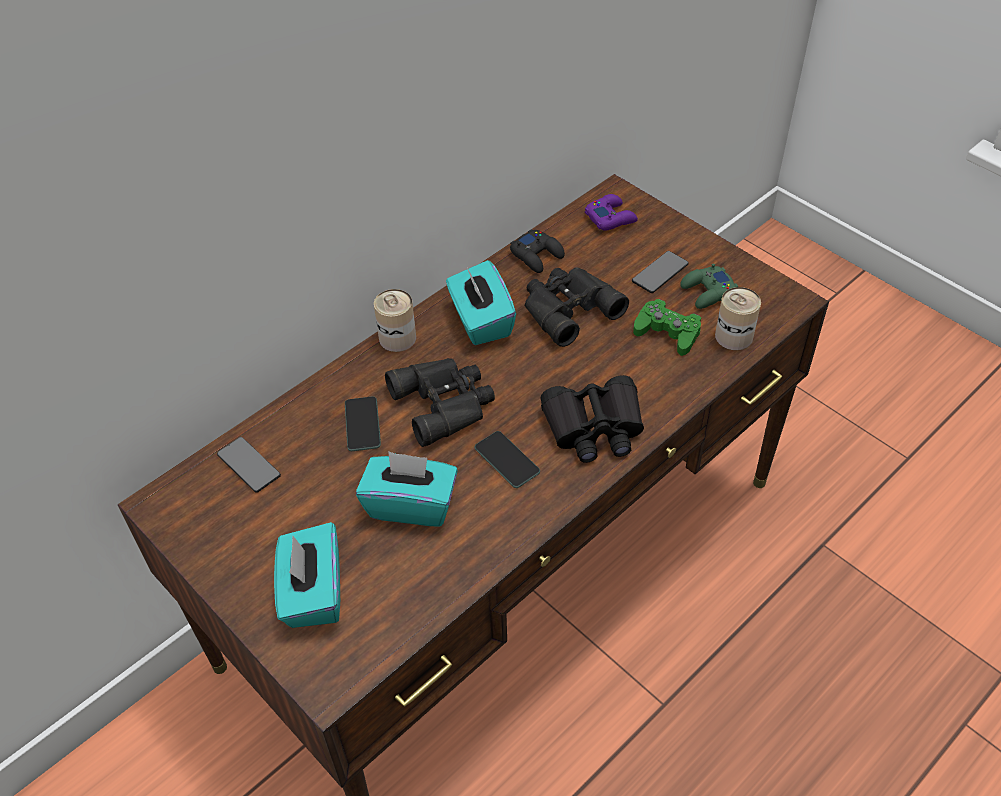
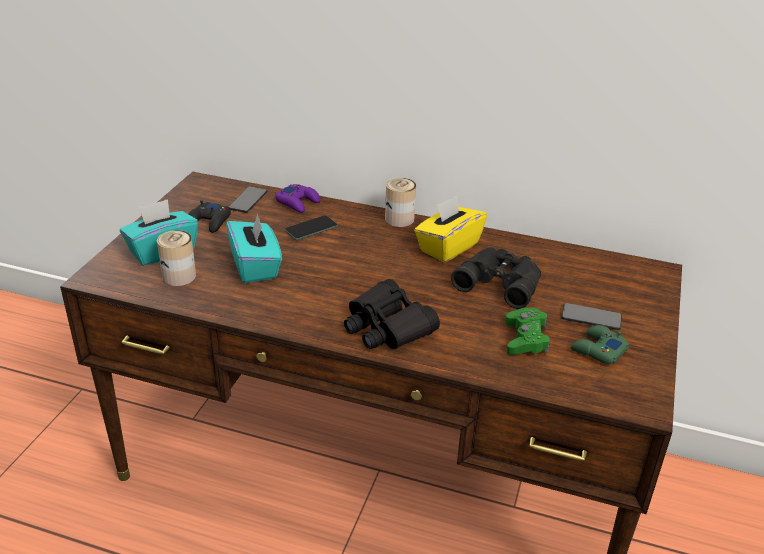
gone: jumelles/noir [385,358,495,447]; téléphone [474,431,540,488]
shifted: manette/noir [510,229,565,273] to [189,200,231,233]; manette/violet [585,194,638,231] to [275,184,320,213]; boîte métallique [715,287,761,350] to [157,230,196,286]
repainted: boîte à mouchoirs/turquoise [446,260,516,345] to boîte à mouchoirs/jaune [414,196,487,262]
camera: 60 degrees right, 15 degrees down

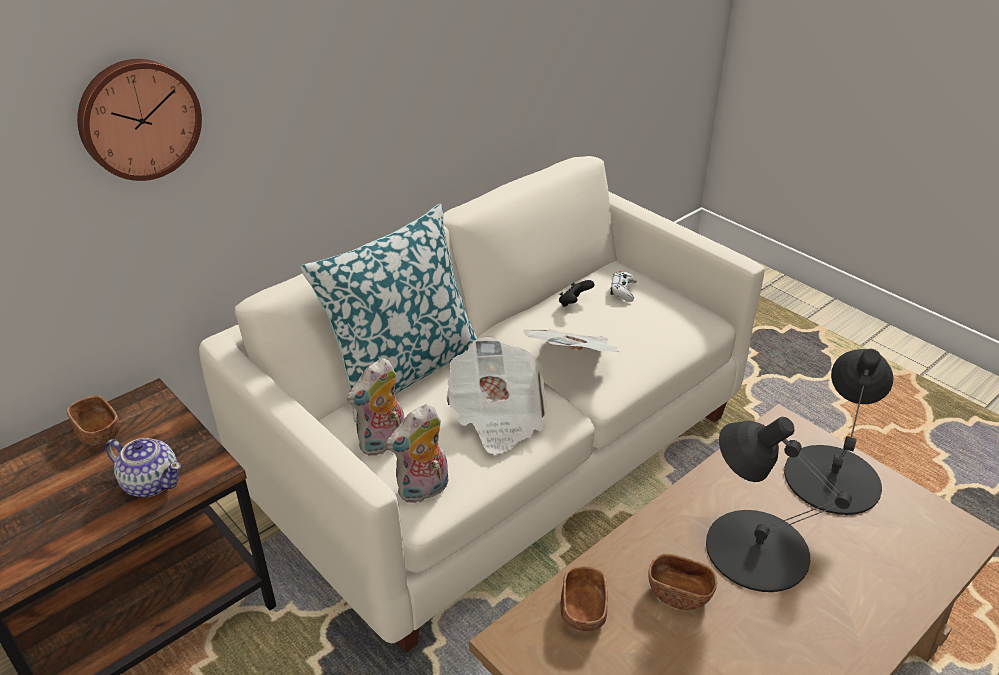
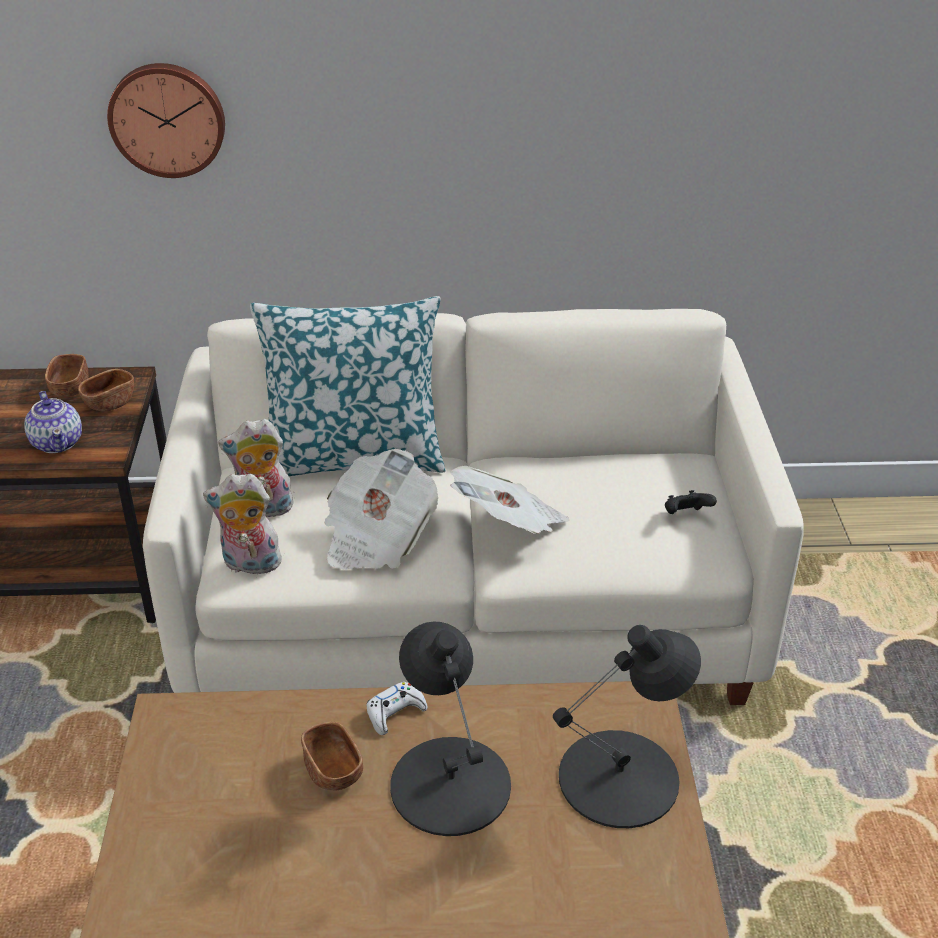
shifted: manette/noir [559,280,595,307] to [665,490,717,514]; bol/marron [561,566,608,631] to [78,369,134,411]; manette/blanc [610,271,637,302] to [367,682,428,735]
camera: 40 degrees right, 0 degrees up

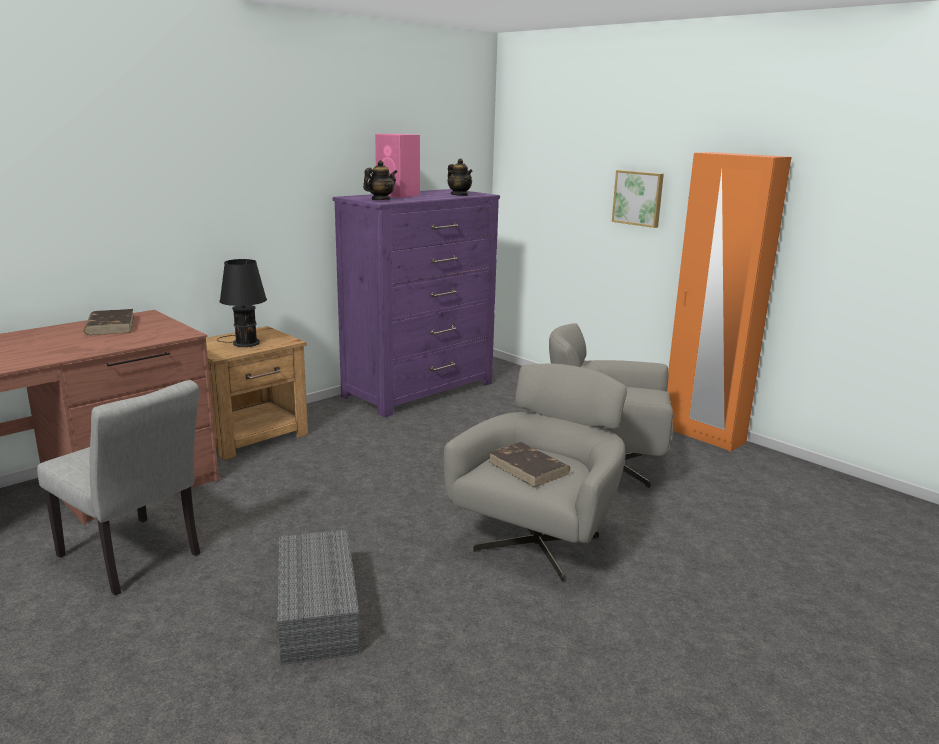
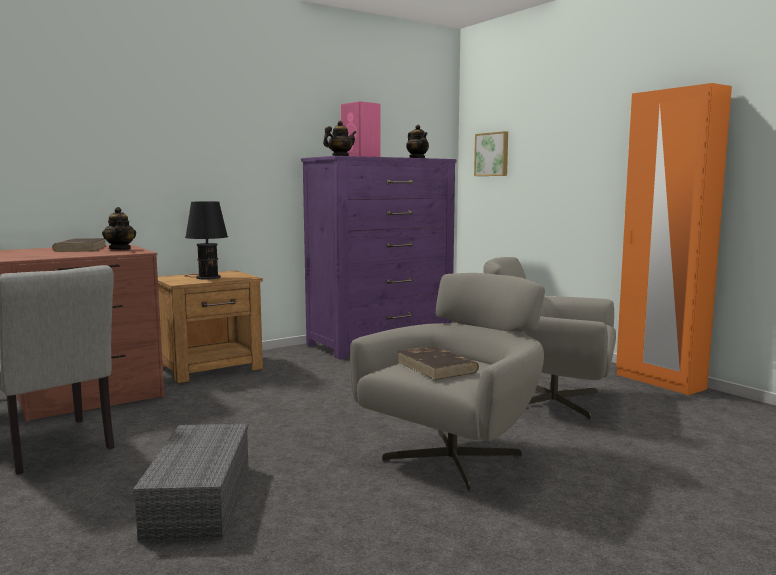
new: théière [102,207,136,250]
shifted: tableau [612,170,664,228] to [474,131,508,176]
camera: 10 degrees right, 10 degrees down

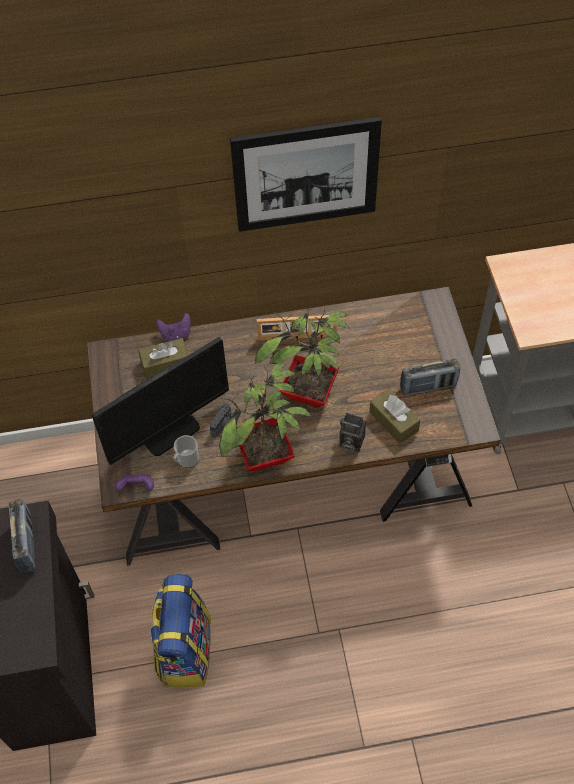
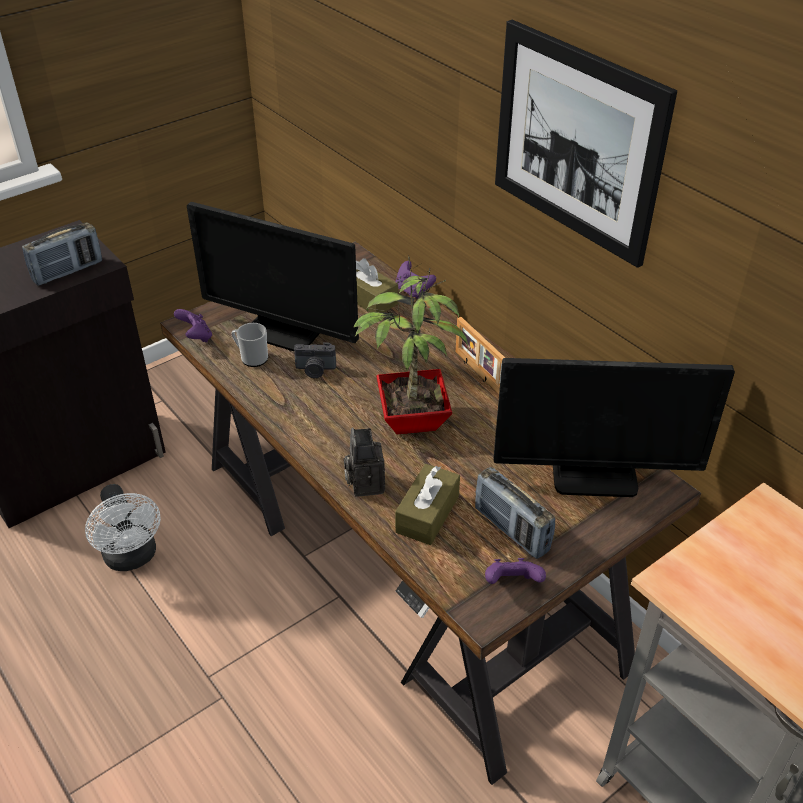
gone: plante en pot [219,362,311,471]
new: manette/violet [485,558,546,584]; écran d'ordinateur [494,358,735,497]
swapped: sac à dos [150,574,211,687] to ventilateur/blanc [85,484,161,571]
camera: 60 degrees right, 15 degrees down

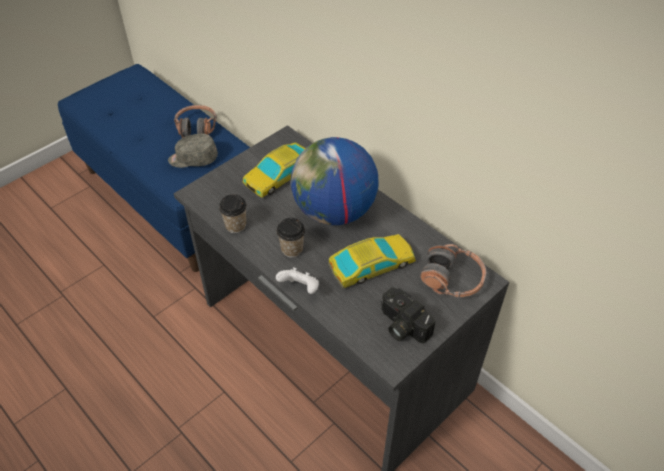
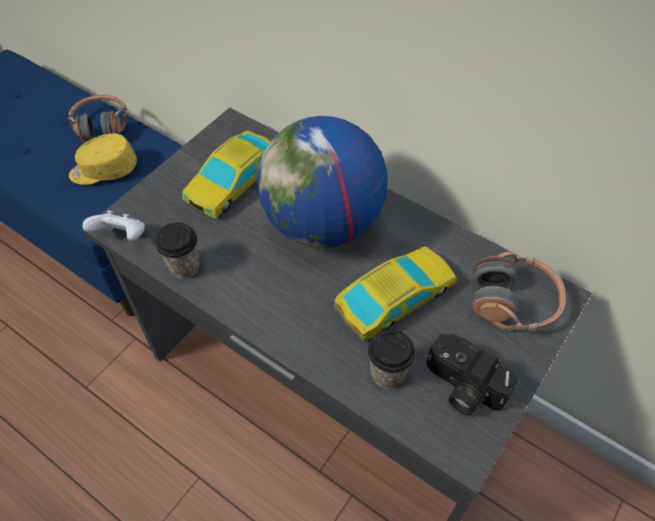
shifted: manette/blanc [276,267,319,294] to [82,211,145,241]; tasse [277,218,305,258] to [368,330,415,389]
repainted: casquette/gris [168,134,218,168] to casquette/jaune [69,133,137,185]
camera: 10 degrees left, 5 degrees up

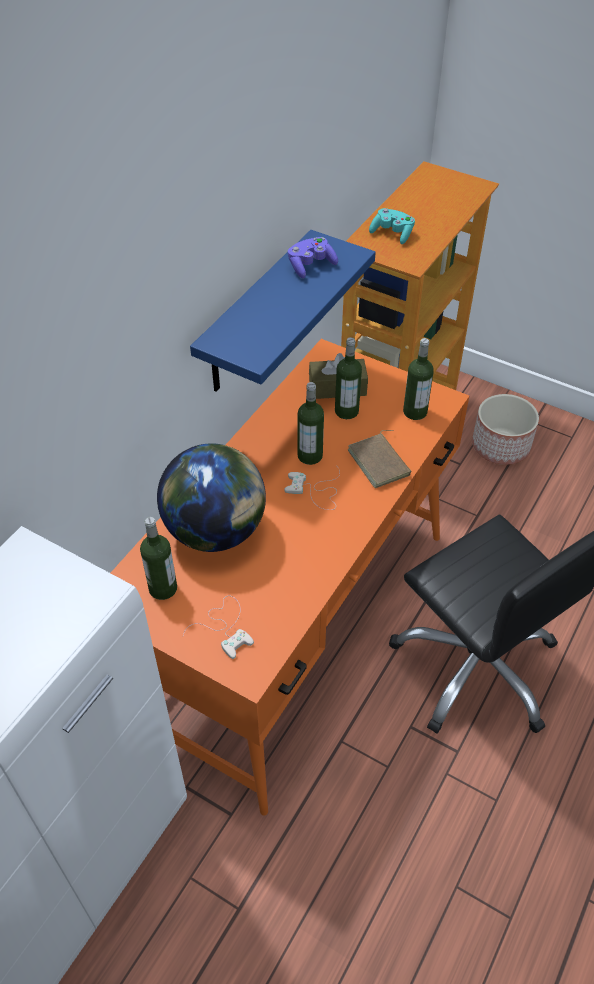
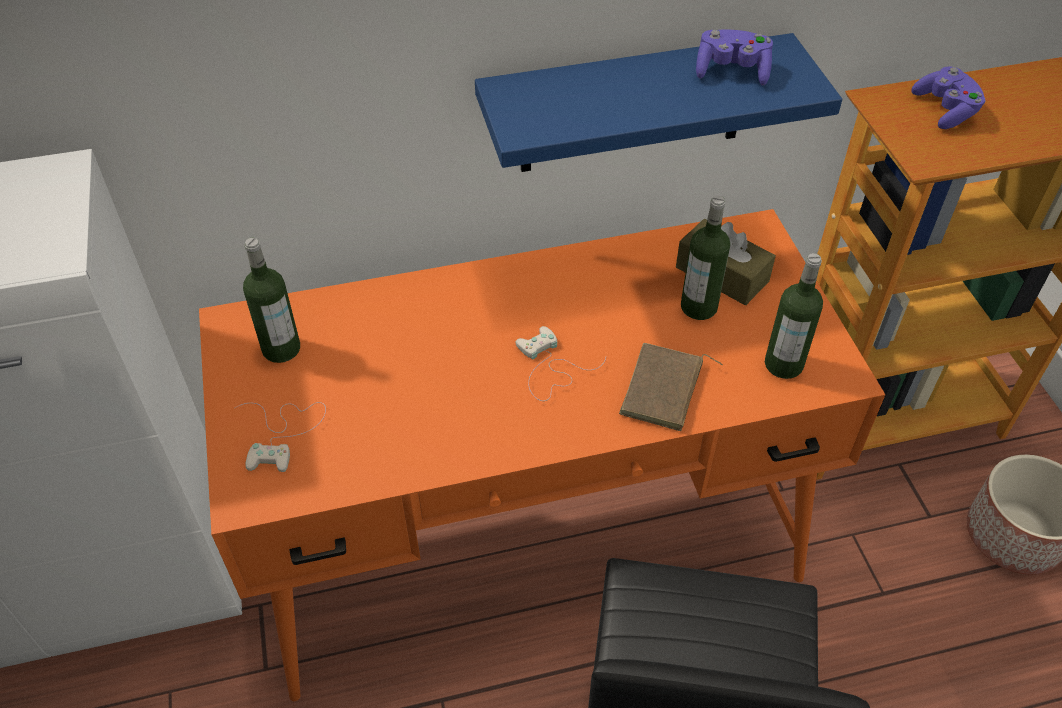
gone: globe [157,443,266,552]; bouteille [298,382,324,465]
repainted: manette/turquoise [369,208,415,244] to manette/violet [912,66,986,129]
camera: 45 degrees right, 0 degrees up

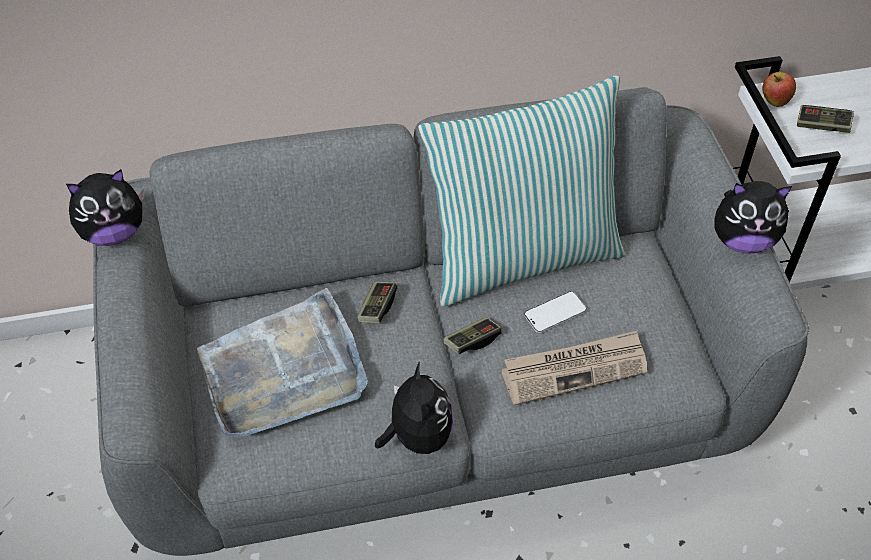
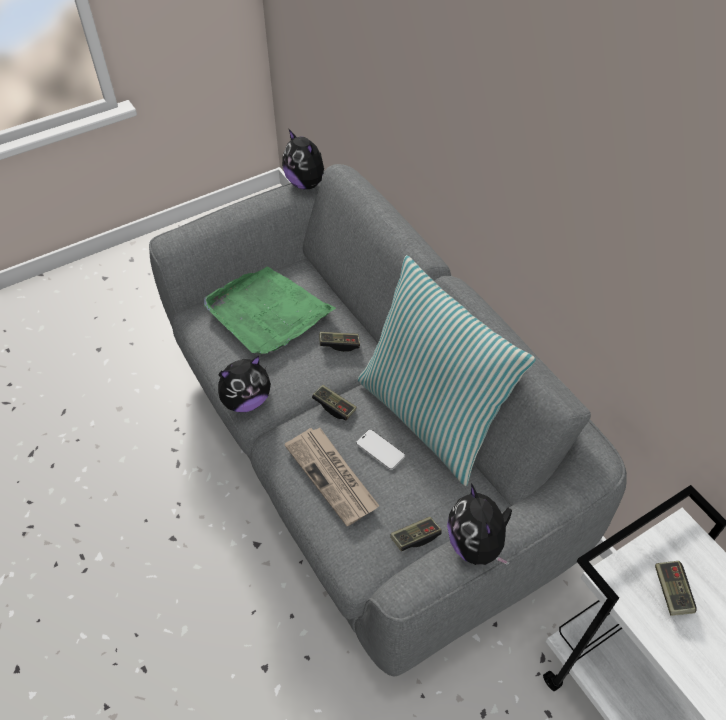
gone: pomme [763,72,796,107]
new: manette [390,517,441,551]
repainted: plateau/gris [197,288,368,437] to plateau/vert [204,267,336,354]
camera: 70 degrees right, 0 degrees up

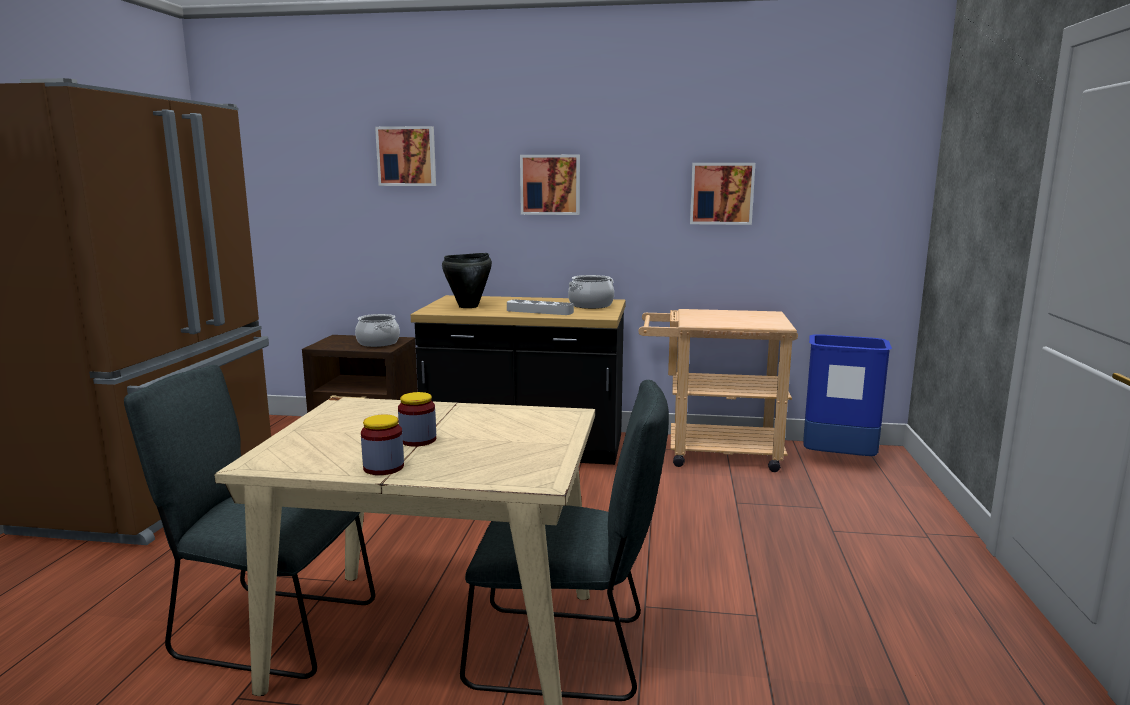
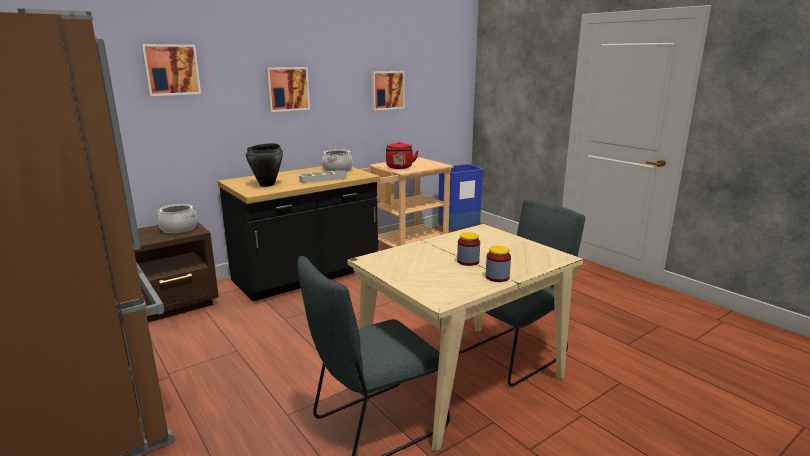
new: bouilloire/rouge [386,141,418,169]
camera: 45 degrees left, 5 degrees up

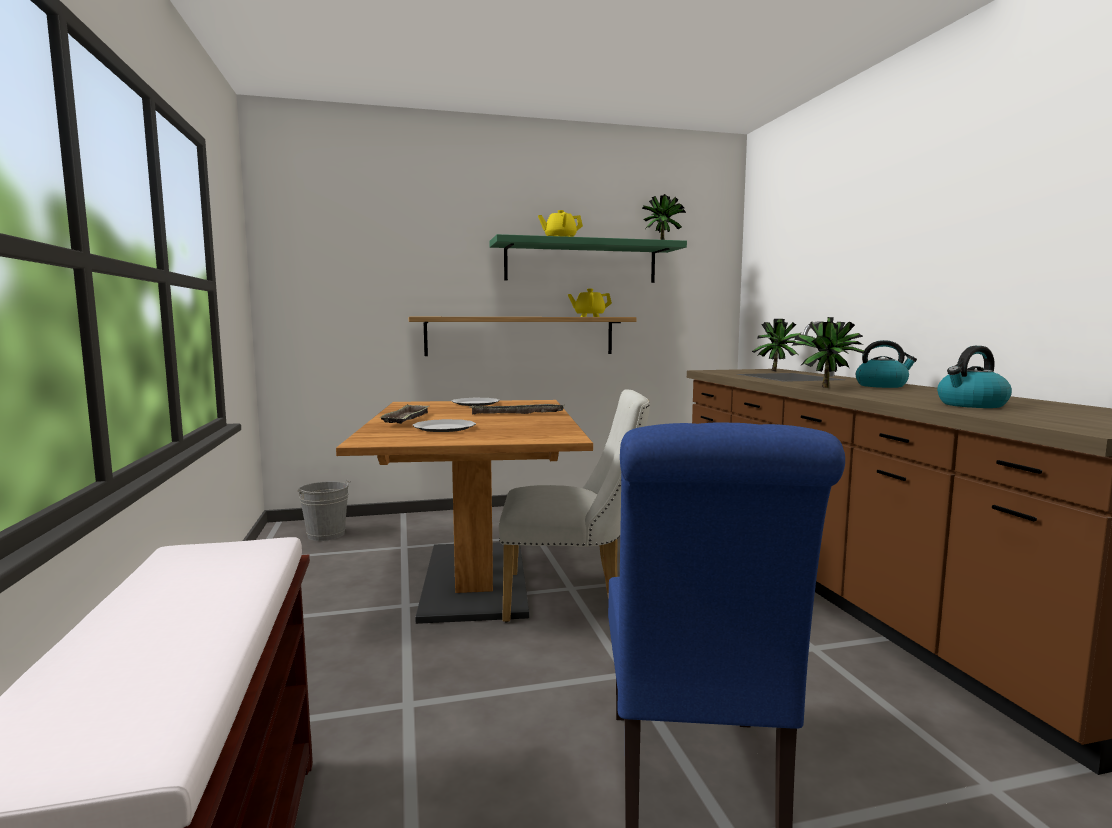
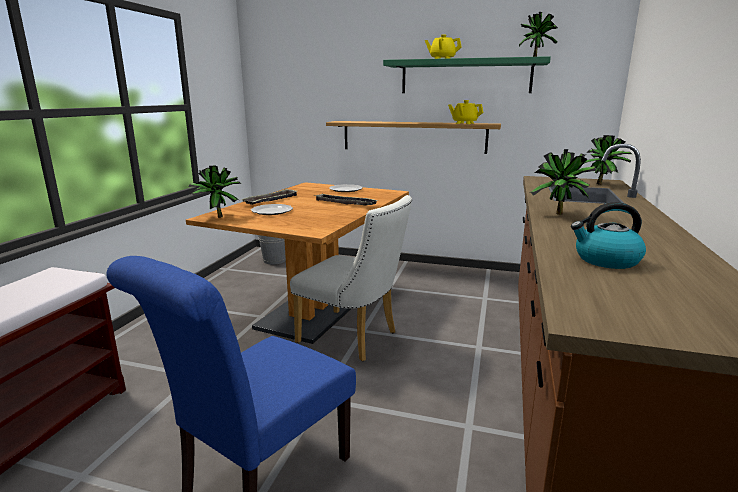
gone: bouilloire [856,340,917,388]
new: plante en pot [188,166,241,218]
camera: 30 degrees right, 10 degrees up

